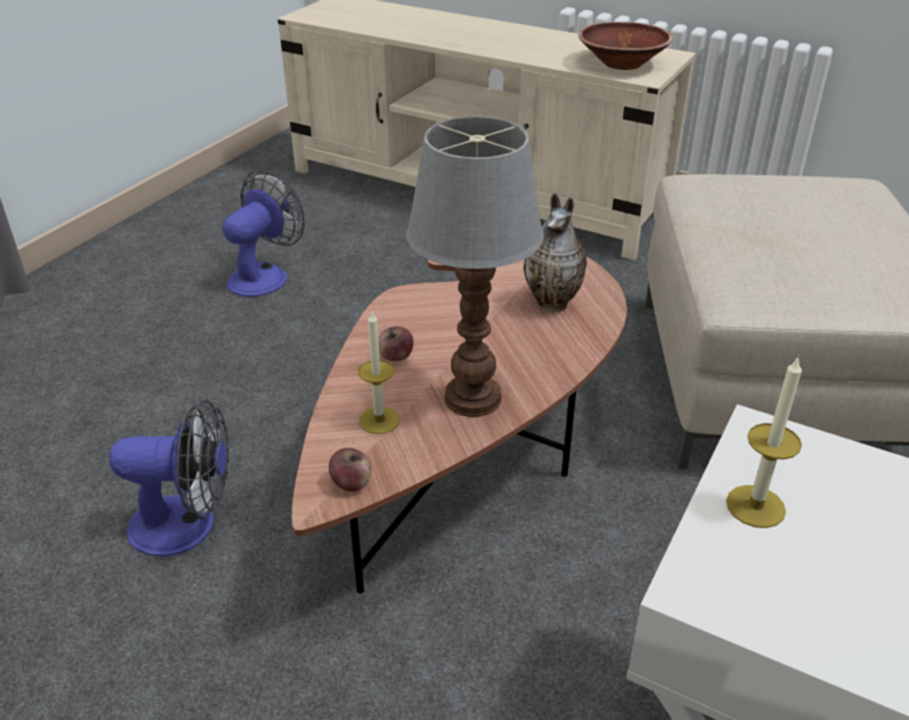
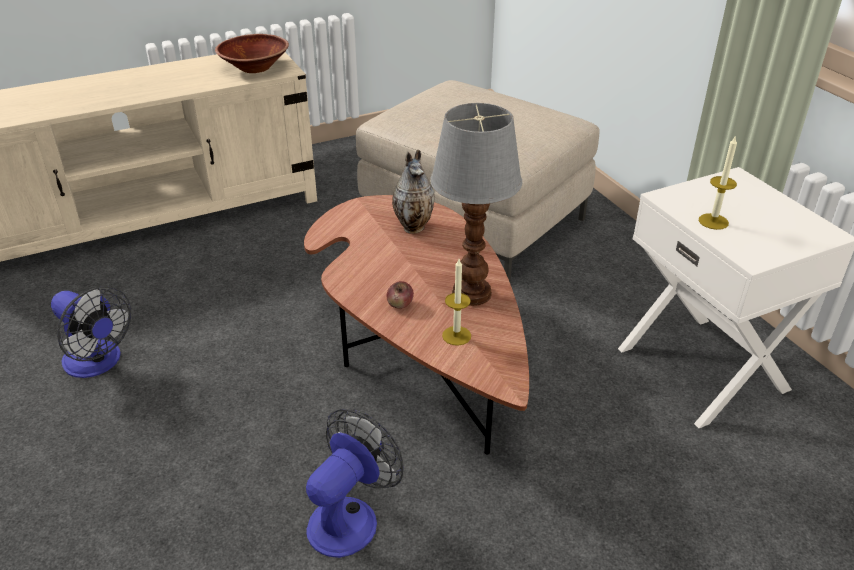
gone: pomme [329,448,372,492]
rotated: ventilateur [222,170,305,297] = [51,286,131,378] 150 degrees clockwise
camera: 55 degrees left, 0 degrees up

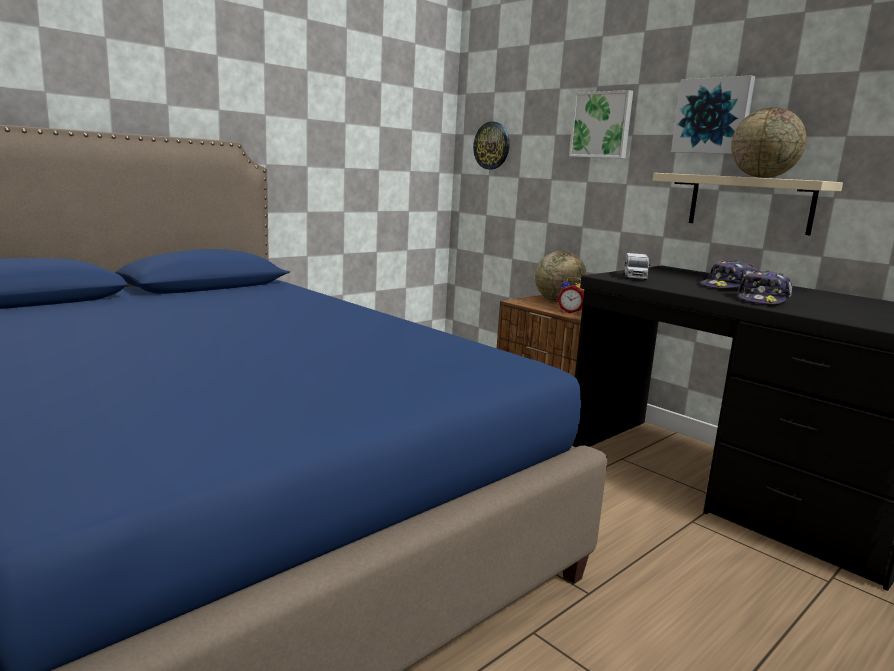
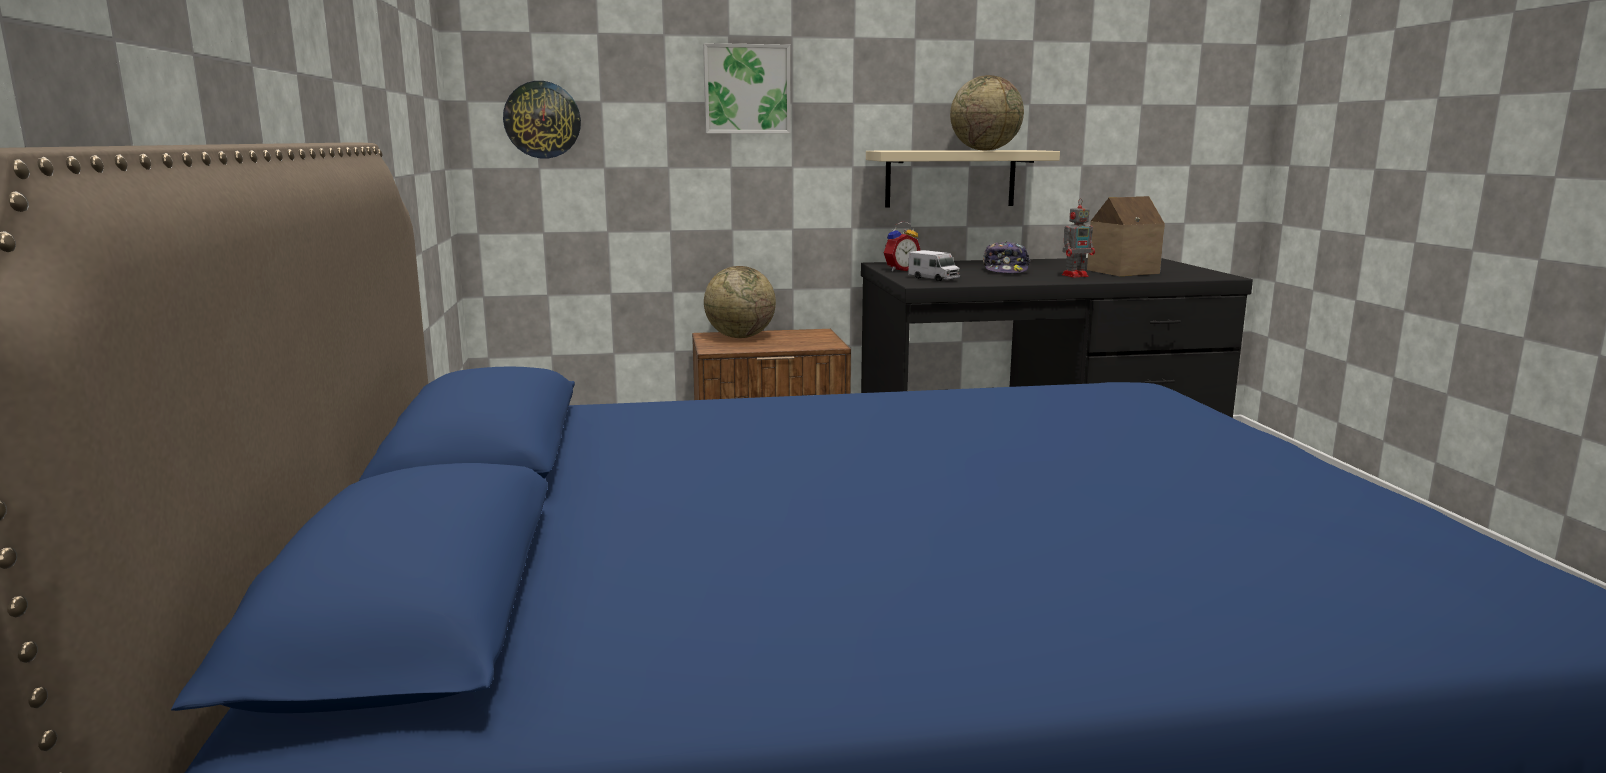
gone: tableau [671,75,755,154]
new: maison miniature [1087,196,1165,276]
shifted: réveil [557,276,584,314] to [884,221,921,271]
swapped: casquette [738,270,792,304] to robot jouet [1062,198,1095,278]
camera: 55 degrees left, 0 degrees up

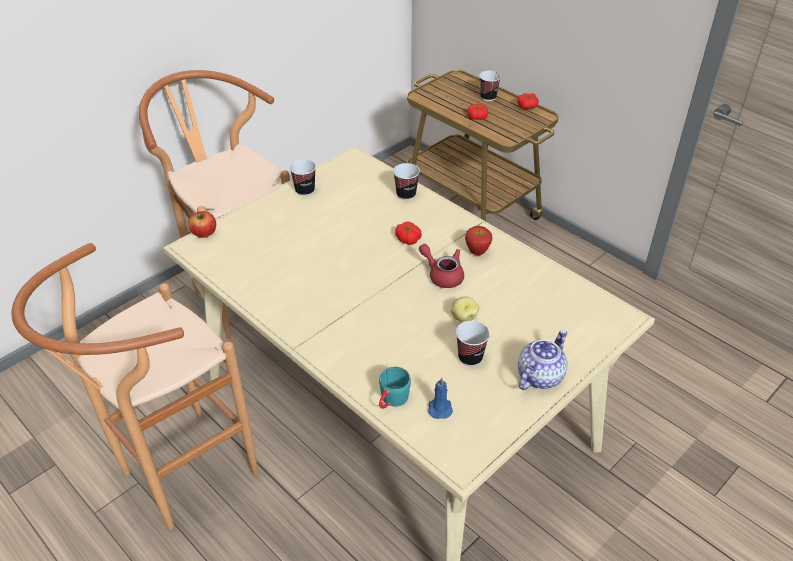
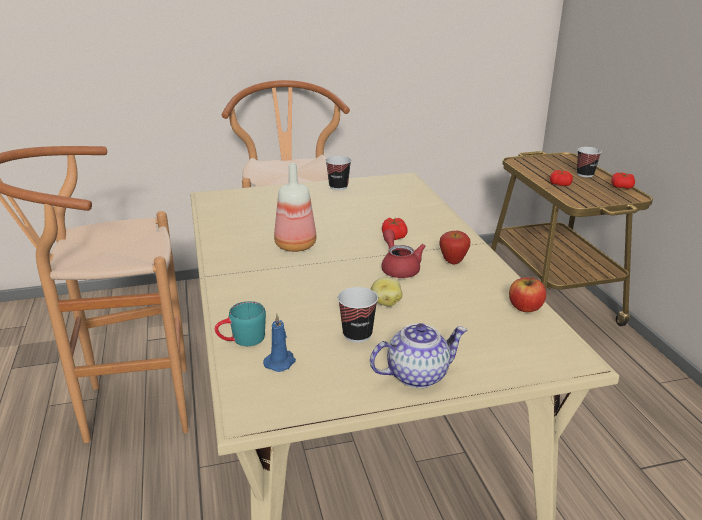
gone: tasse [393,163,420,200]
new: bouteille [274,163,317,252]
shifted: pomme [188,211,216,238] to [509,276,546,312]
camera: 30 degrees right, 15 degrees down

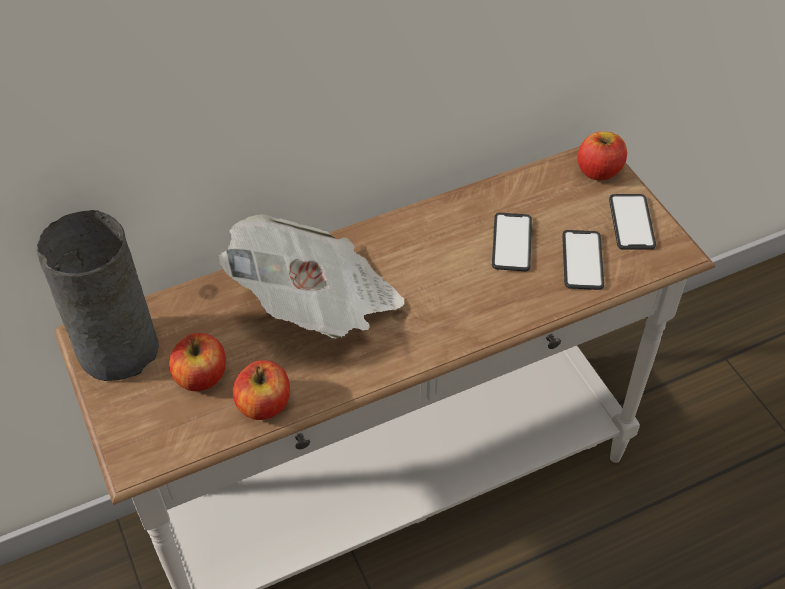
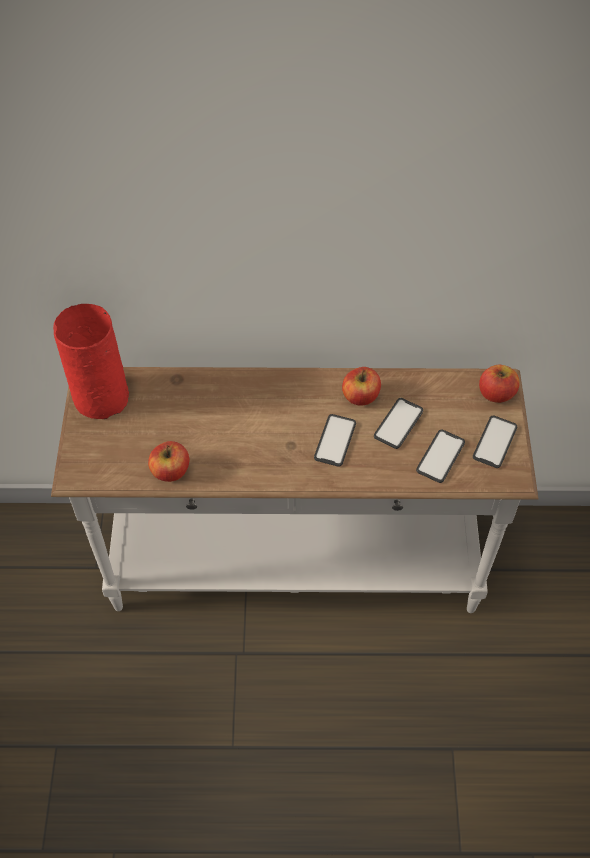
gone: journal [218,214,404,338]
new: téléphone [314,414,356,467]
shifted: pomme [169,333,226,391] to [342,367,381,406]
repainted: vase/gris [37,210,159,381] to vase/rouge [53,304,129,419]
camera: 25 degrees right, 5 degrees up

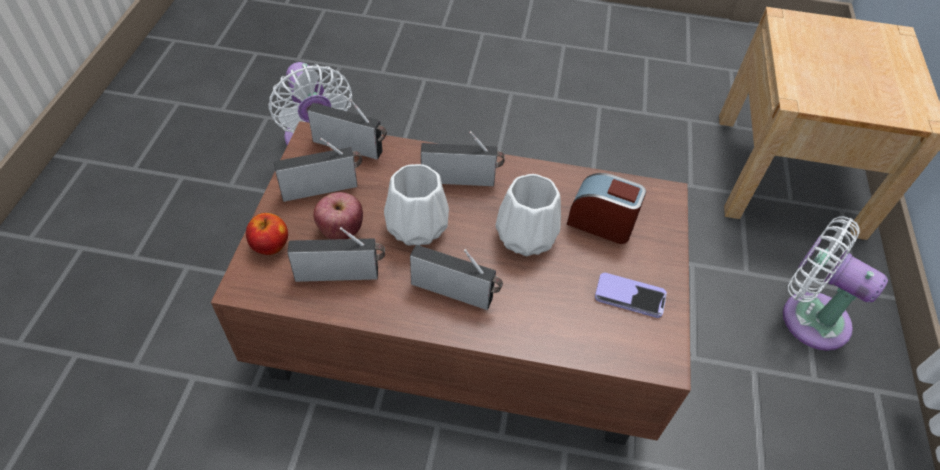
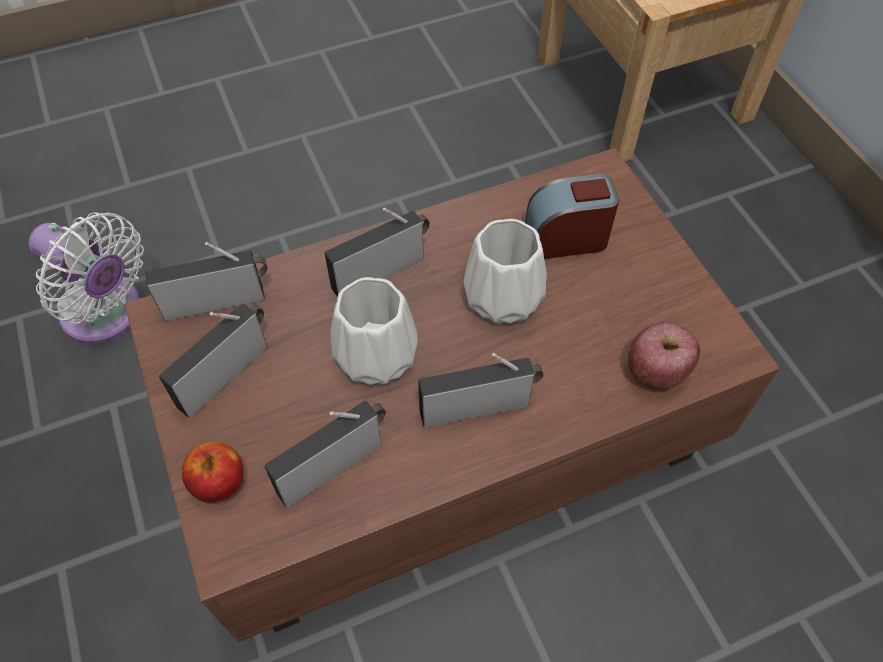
gone: téléphone [595,273,667,318]; ventilateur/blanc [783,216,888,351]
shifted: pomme [313,192,363,240] to [628,322,700,390]
camera: 30 degrees left, 5 degrees up

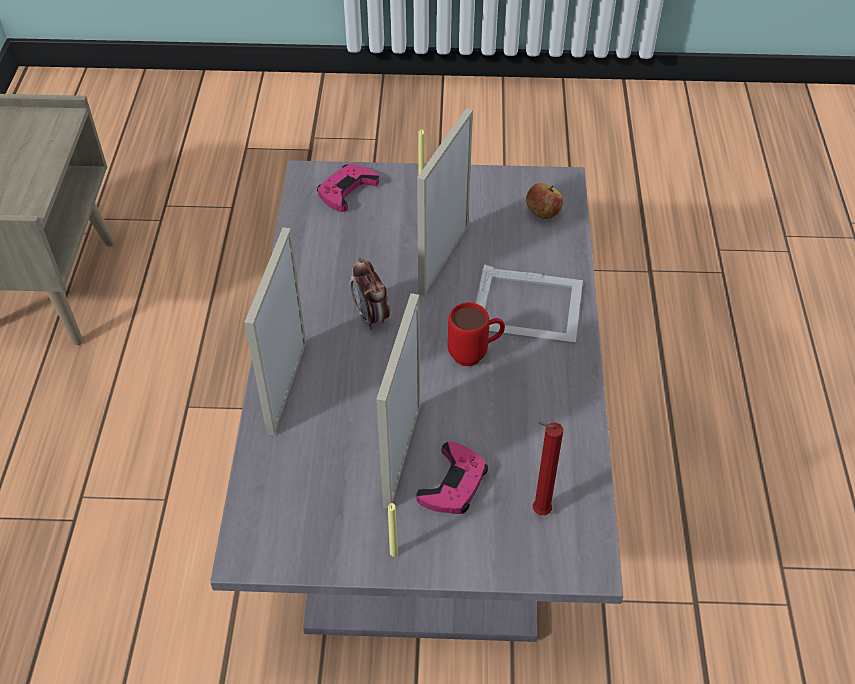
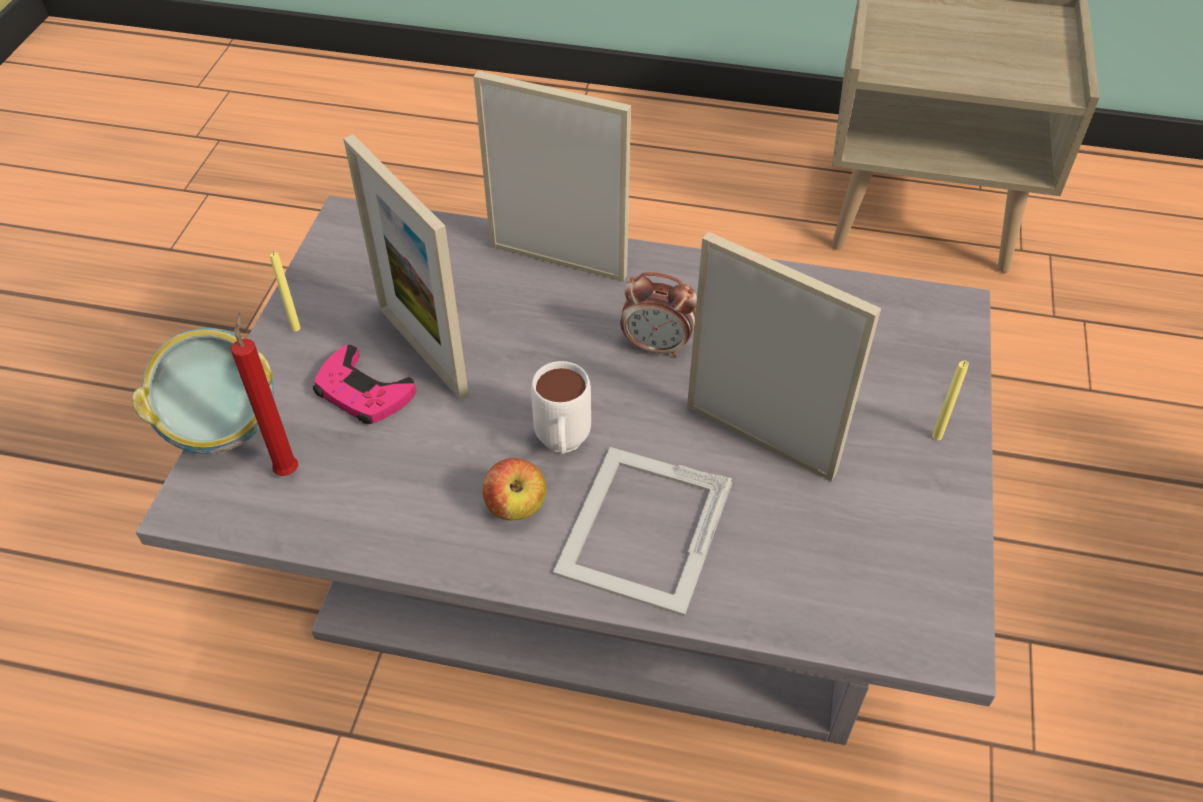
gone: manette/rose [317,164,379,212]
new: bol [132,328,274,454]
shifted: pomme [526,183,563,219] to [482,458,546,520]
repainted: mug/rouge [448,302,505,366] to mug/blanc [531,361,591,454]
rotated: réveil [350,258,390,330] = [620,272,697,358] 150 degrees counterclockwise; cadre photo [376,293,420,508] = [343,134,469,400] 150 degrees counterclockwise
camera: 100 degrees right, 0 degrees up

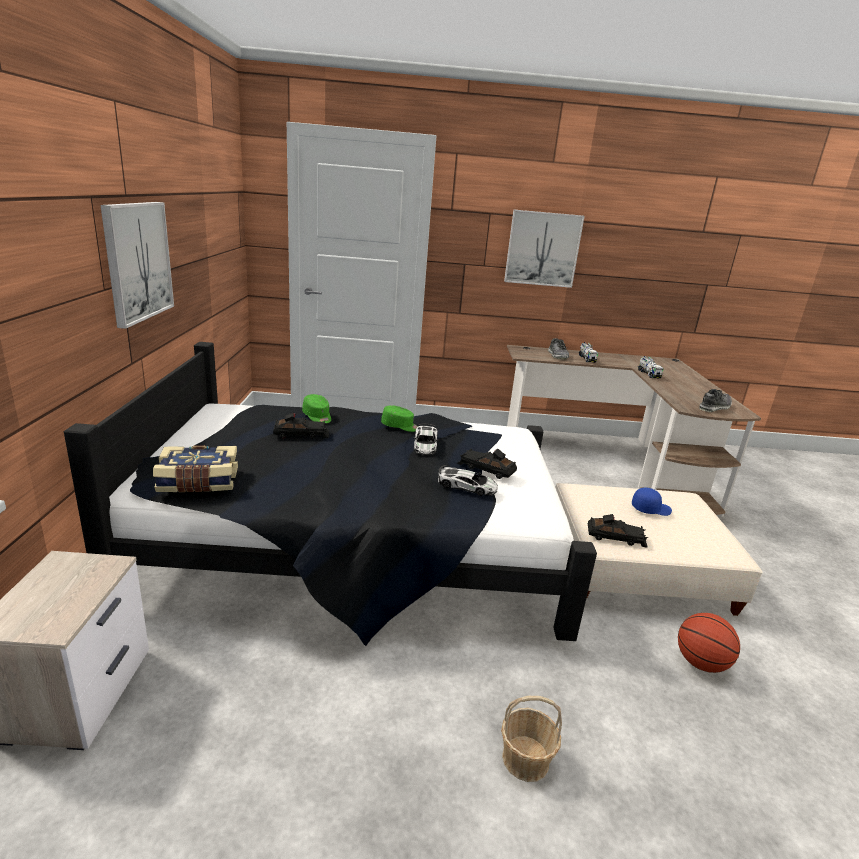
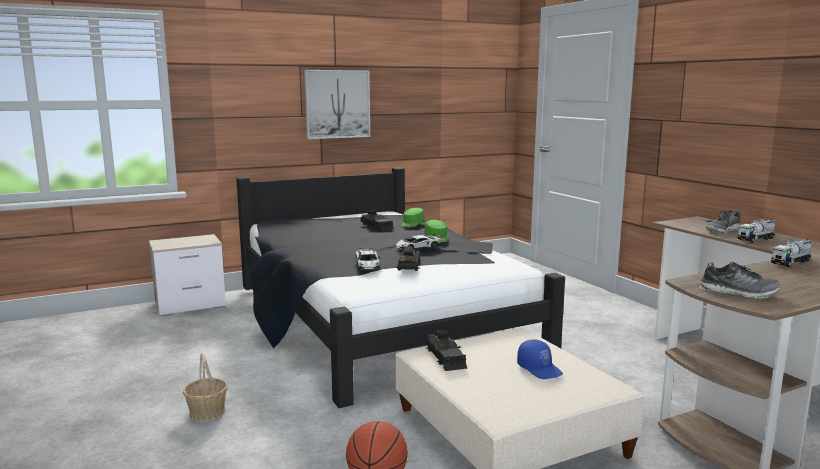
gone: livre [153,445,238,492]; tableau [504,210,585,288]
camera: 65 degrees right, 10 degrees down

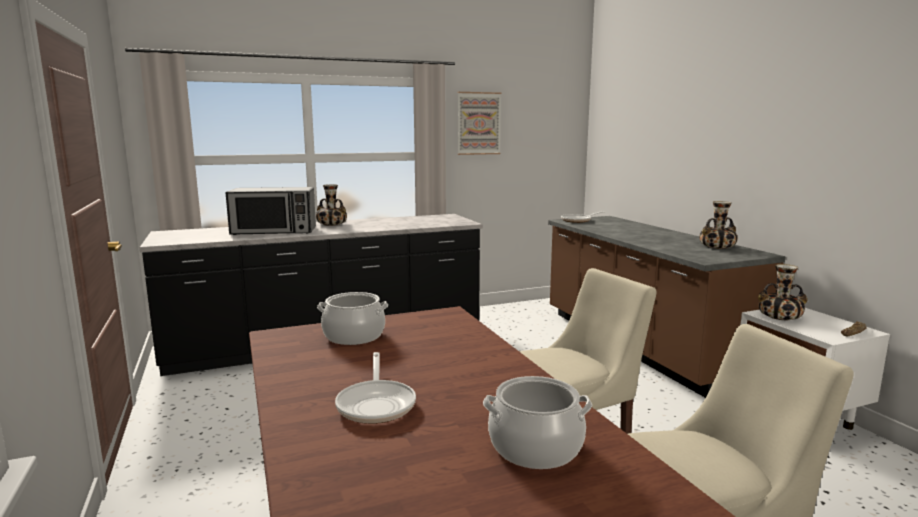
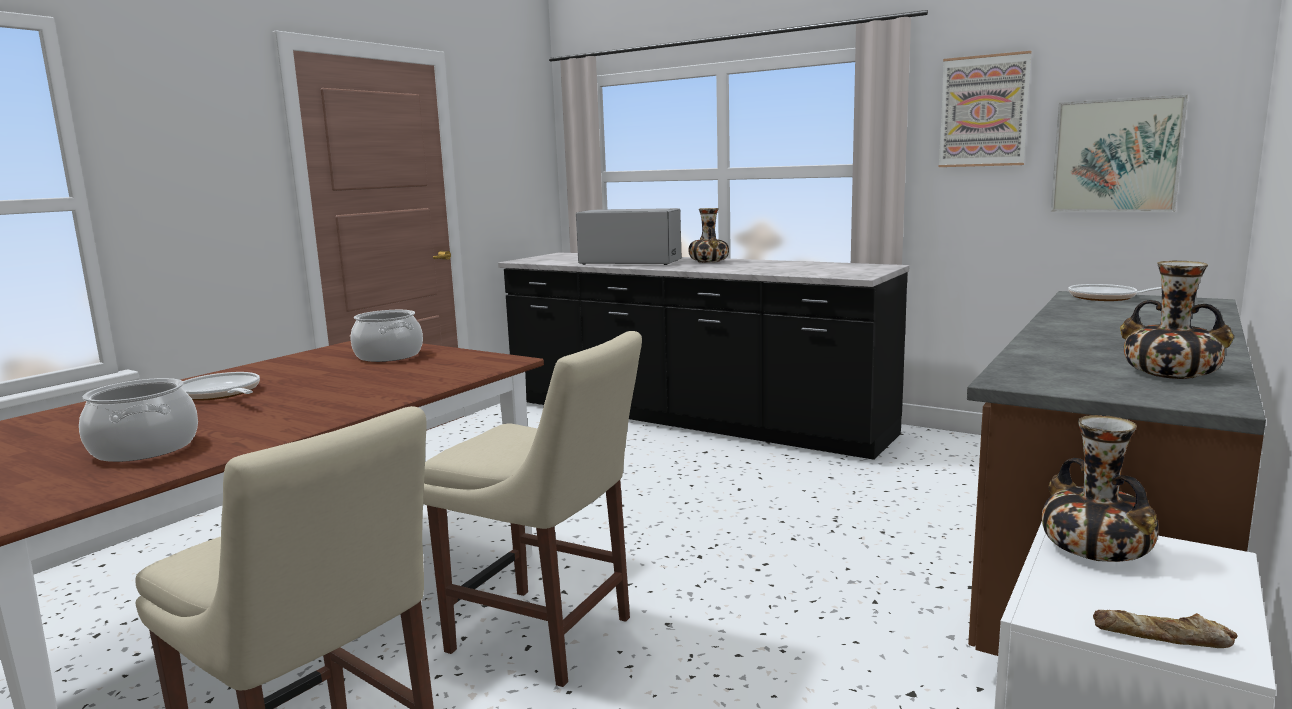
new: tableau [1051,95,1188,212]
rotated: micro-ondes [226,187,316,235] = [576,208,681,265] 150 degrees clockwise; poêle [335,352,416,424] = [182,372,260,400] 90 degrees clockwise
camera: 55 degrees right, 0 degrees up

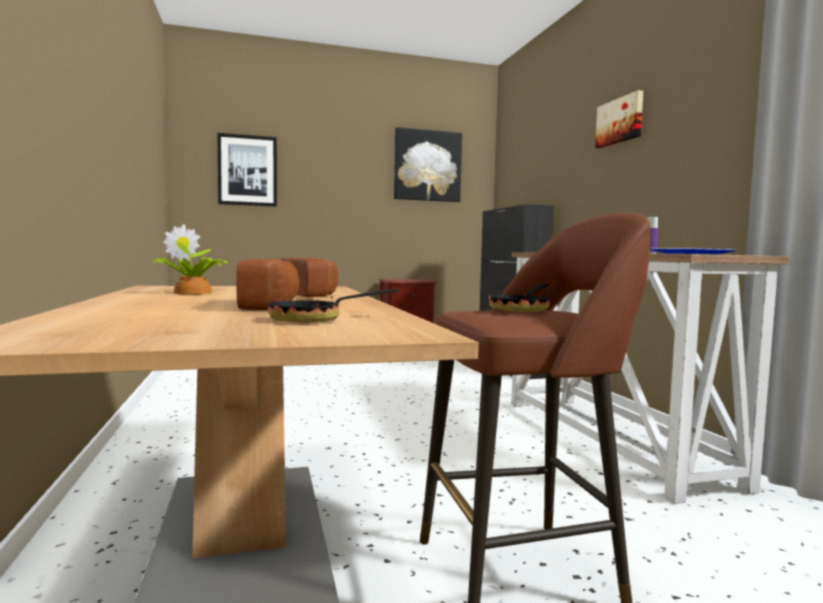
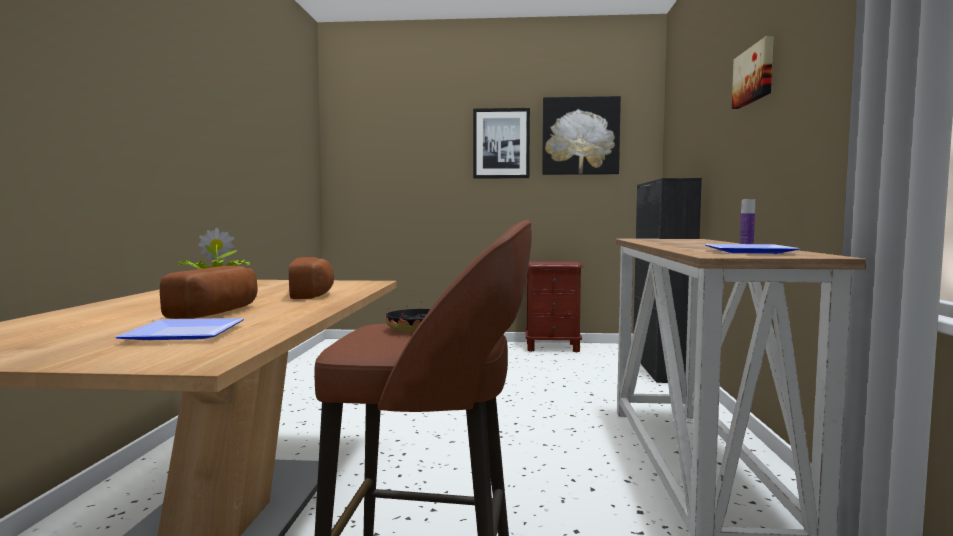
shifted: tableau [217,133,277,207] to [473,108,530,178]
swapped: poêle [268,285,399,323] to assiette [115,318,244,340]
camera: 20 degrees right, 0 degrees up

